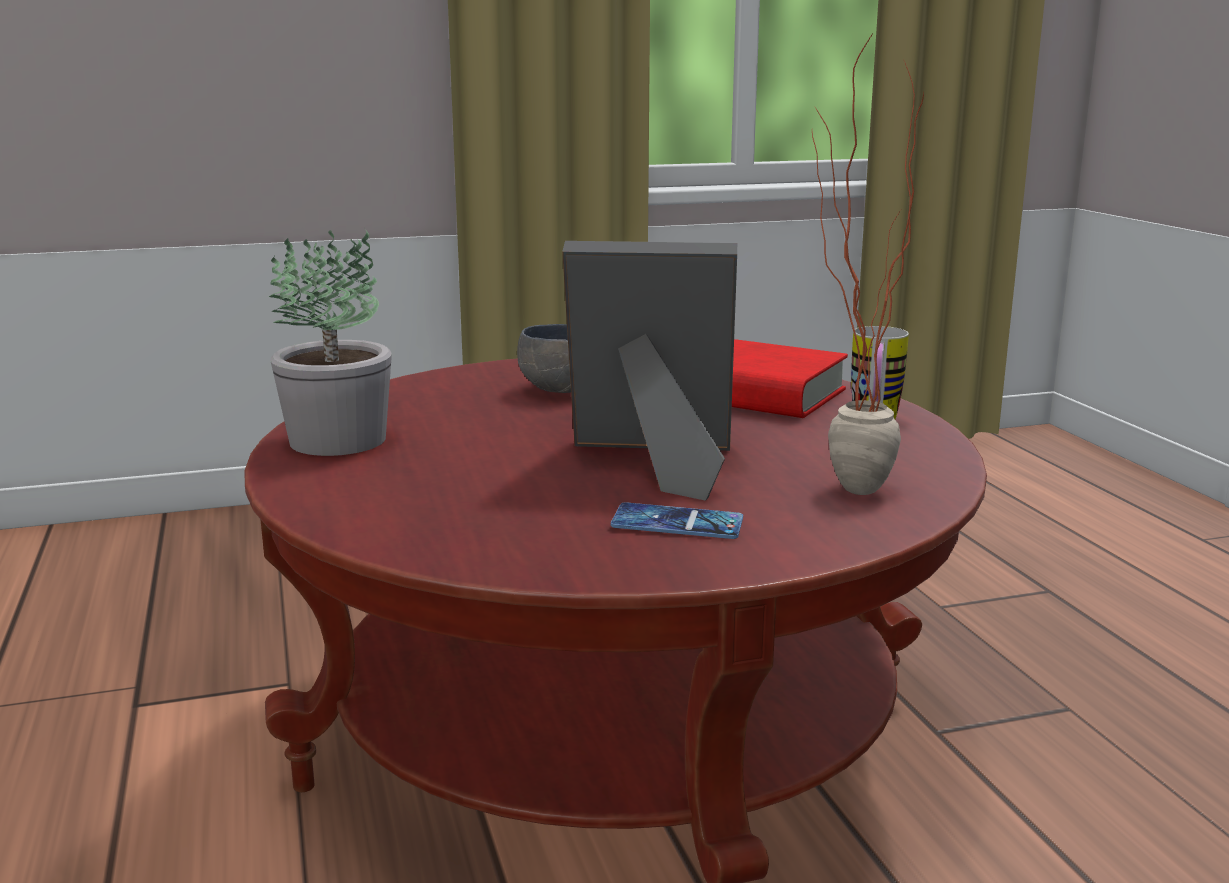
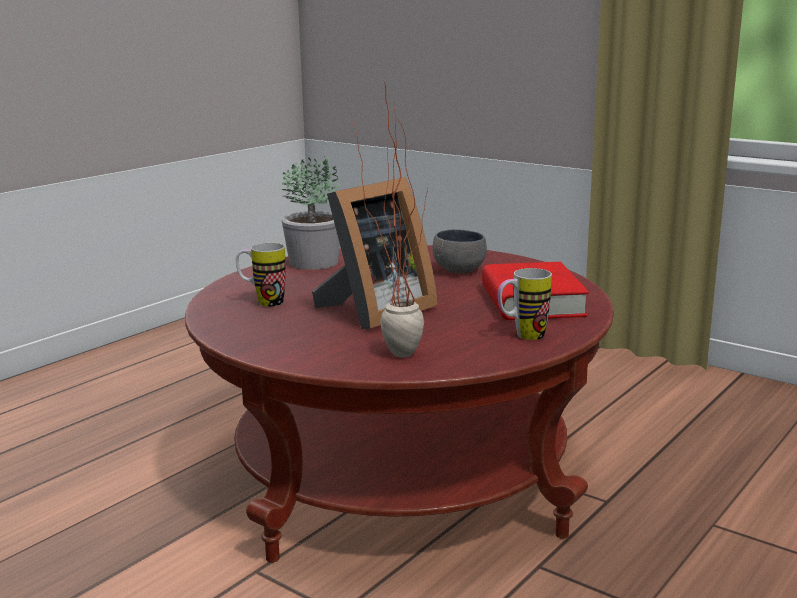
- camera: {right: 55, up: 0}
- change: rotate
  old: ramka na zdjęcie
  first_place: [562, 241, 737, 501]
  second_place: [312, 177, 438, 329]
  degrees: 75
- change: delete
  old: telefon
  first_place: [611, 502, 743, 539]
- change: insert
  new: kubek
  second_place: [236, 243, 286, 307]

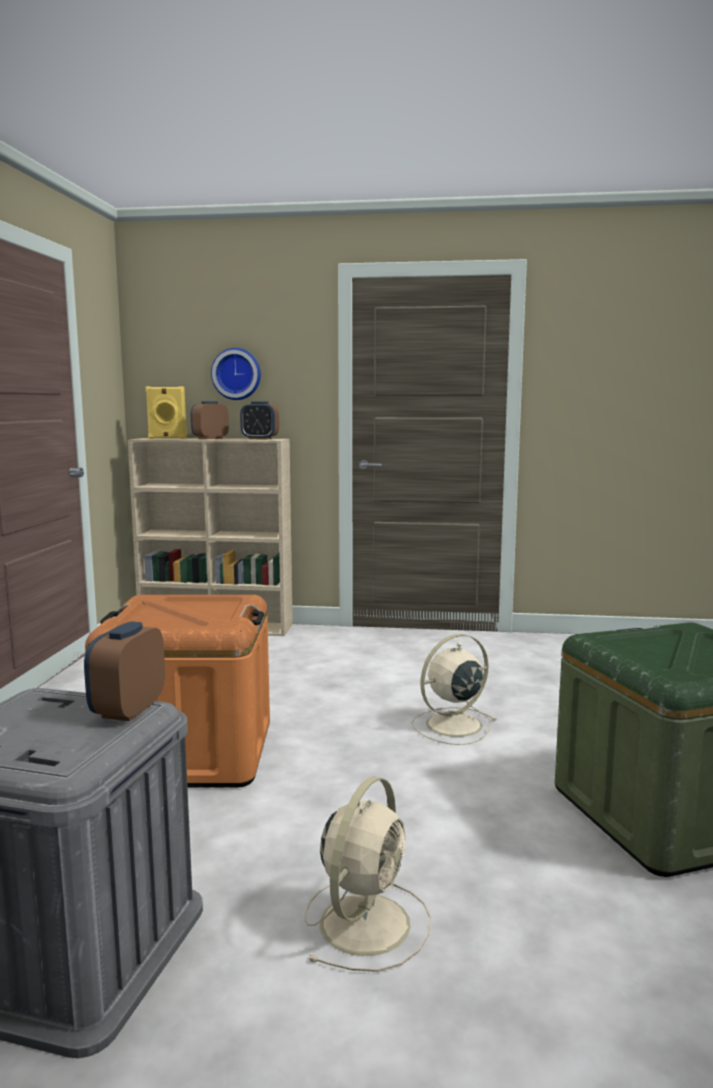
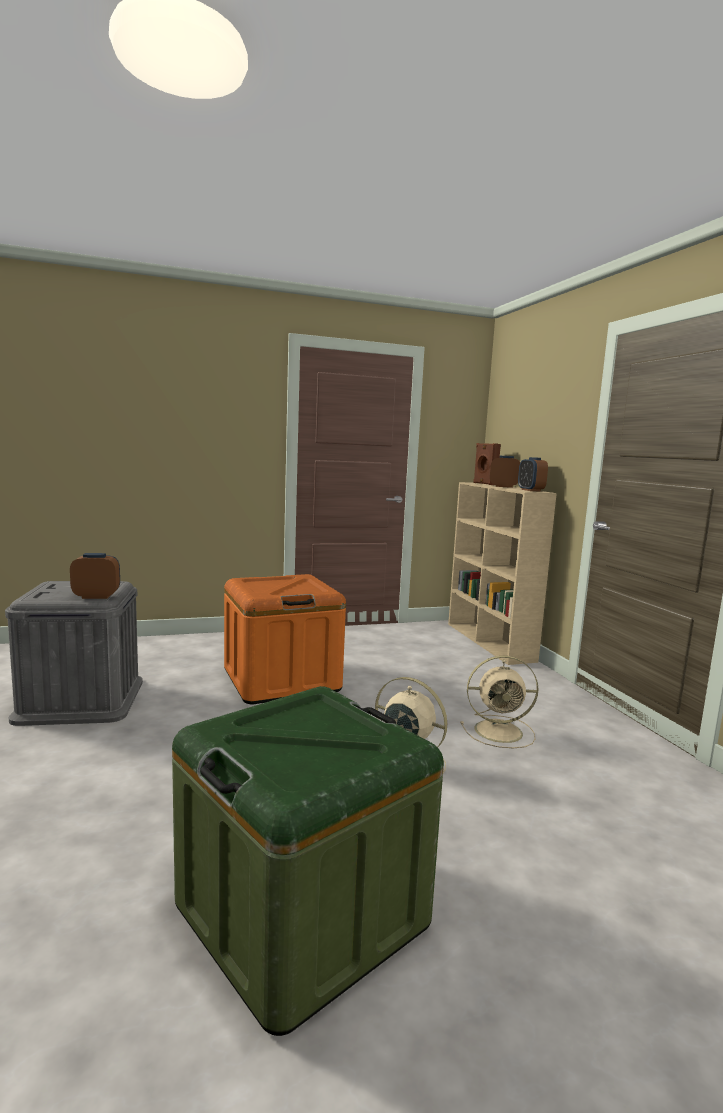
- camera: {right: 65, up: 0}
- change: recolor
  old: głośnik (żółty)
  new: głośnik (brązowy)
  first_place: [146, 386, 187, 439]
  second_place: [473, 443, 501, 485]
- change: delete
  old: zegar ścienny
  first_place: [211, 348, 261, 400]
- change: move
  old: wentylator (beżowy)
  first_place: [305, 776, 431, 972]
  second_place: [460, 656, 538, 748]

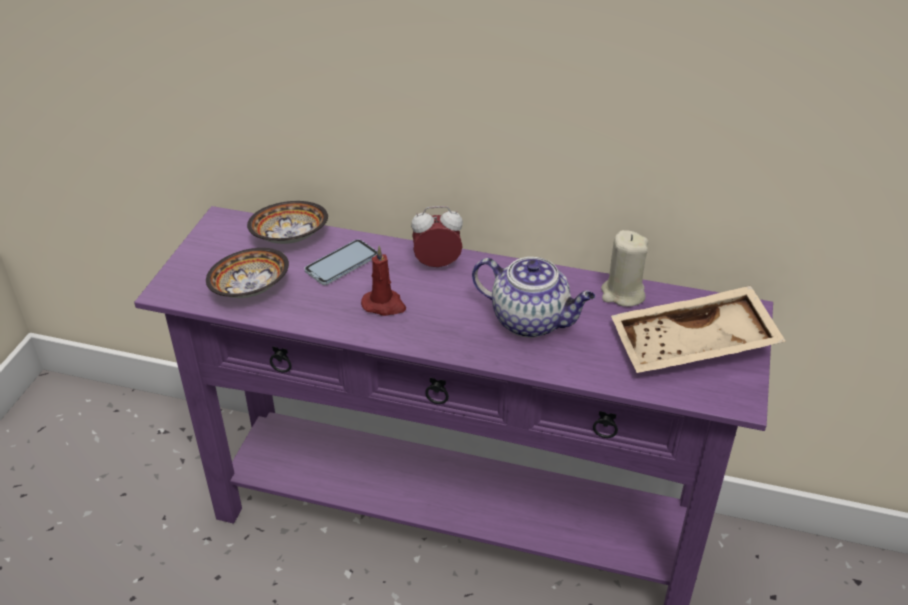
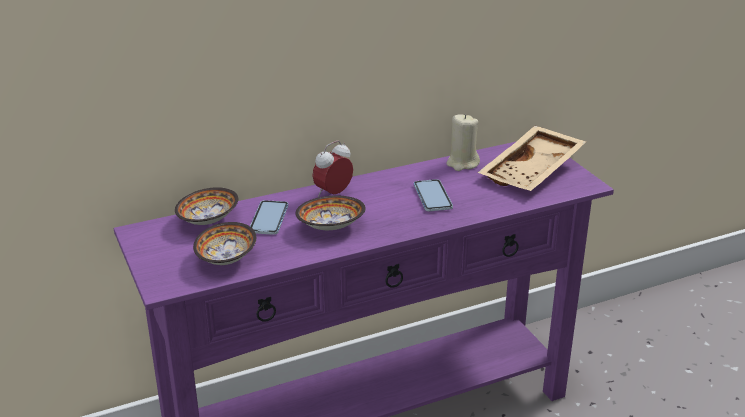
- camera: {right: -40, up: -10}
- change: replace
  old: świeca (czerwony)
  new: miska
  first_place: [361, 246, 406, 316]
  second_place: [295, 196, 366, 230]
- change: replace
  old: imbryk
  new: telefon
  first_place: [472, 257, 595, 338]
  second_place: [414, 179, 453, 211]

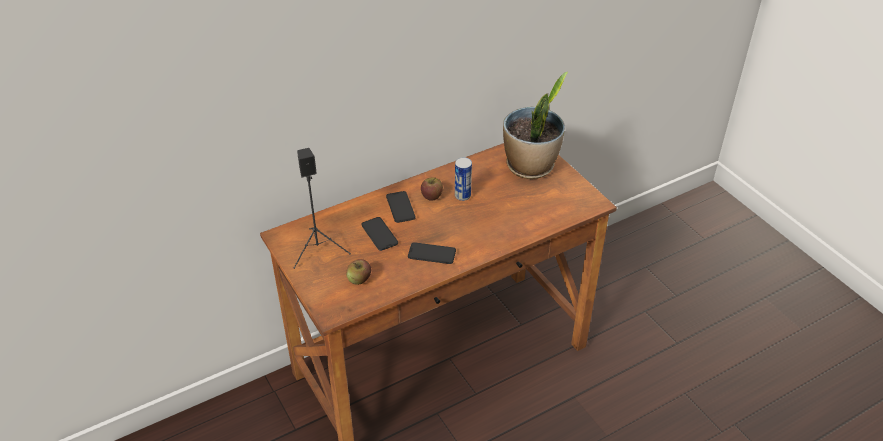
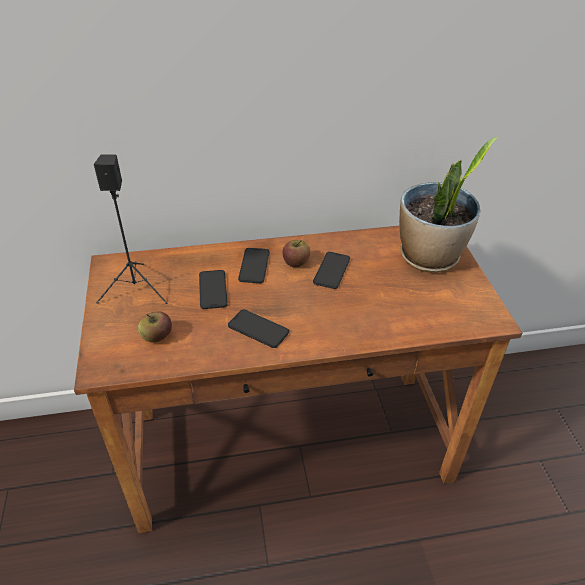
- camera: {right: 20, up: 0}
- change: replace
  old: puszka
  new: telefon
  first_place: [455, 157, 472, 201]
  second_place: [313, 252, 350, 289]

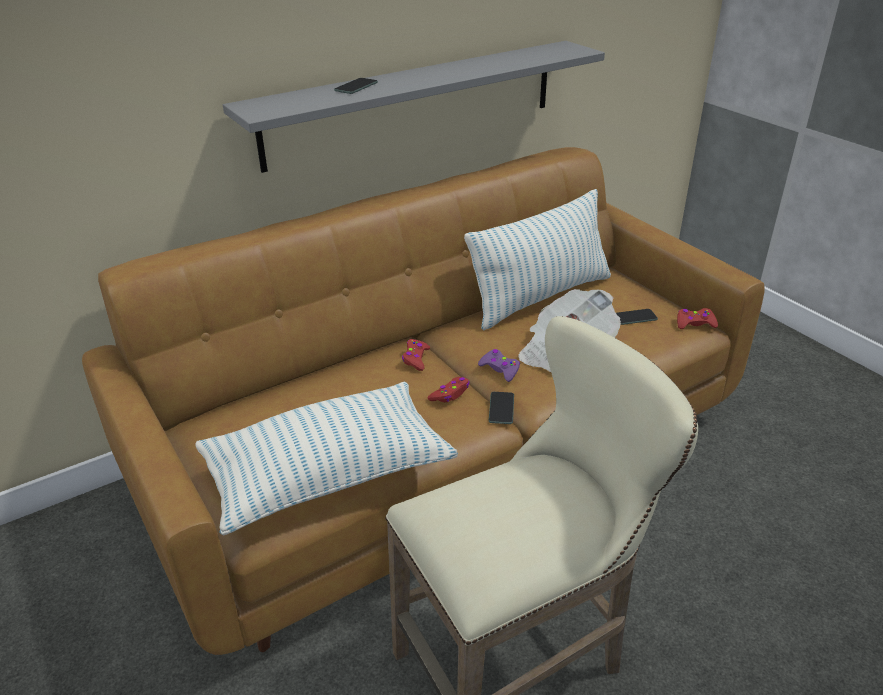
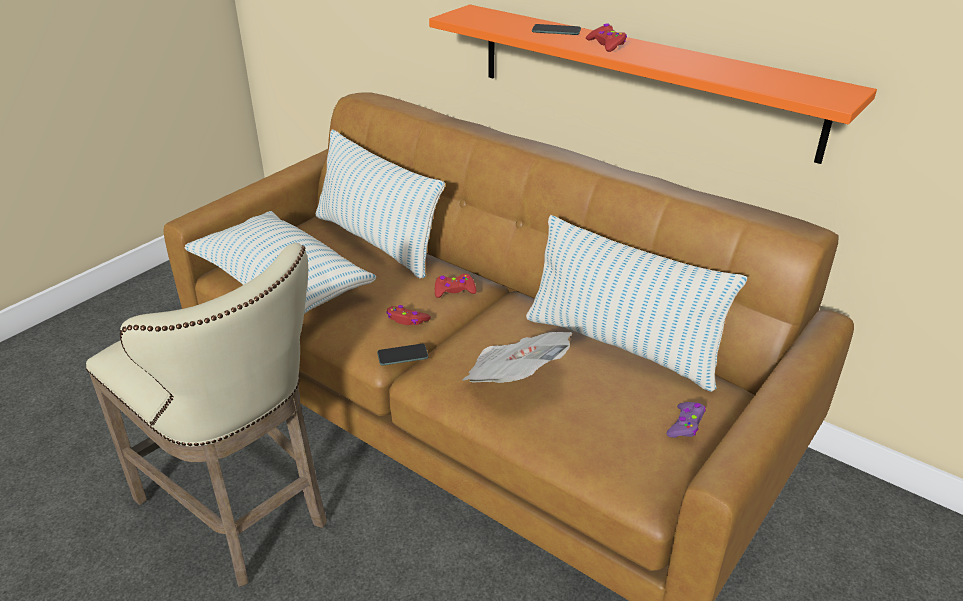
- camera: {right: 70, up: 0}
- change: recolor
  old: półka (szary)
  new: półka (pomarańczowy)
  first_place: [223, 41, 605, 173]
  second_place: [429, 5, 877, 164]
- change: move
  old: pad do gier (fioletowy)
  first_place: [478, 349, 520, 382]
  second_place: [667, 402, 705, 438]
- change: delete
  old: telefon
  first_place: [616, 309, 658, 325]
- change: move
  old: pad do gier (czerwony)
  first_place: [677, 308, 718, 329]
  second_place: [586, 23, 627, 52]
- change: insert
  new: poduszka
  second_place: [315, 129, 445, 279]

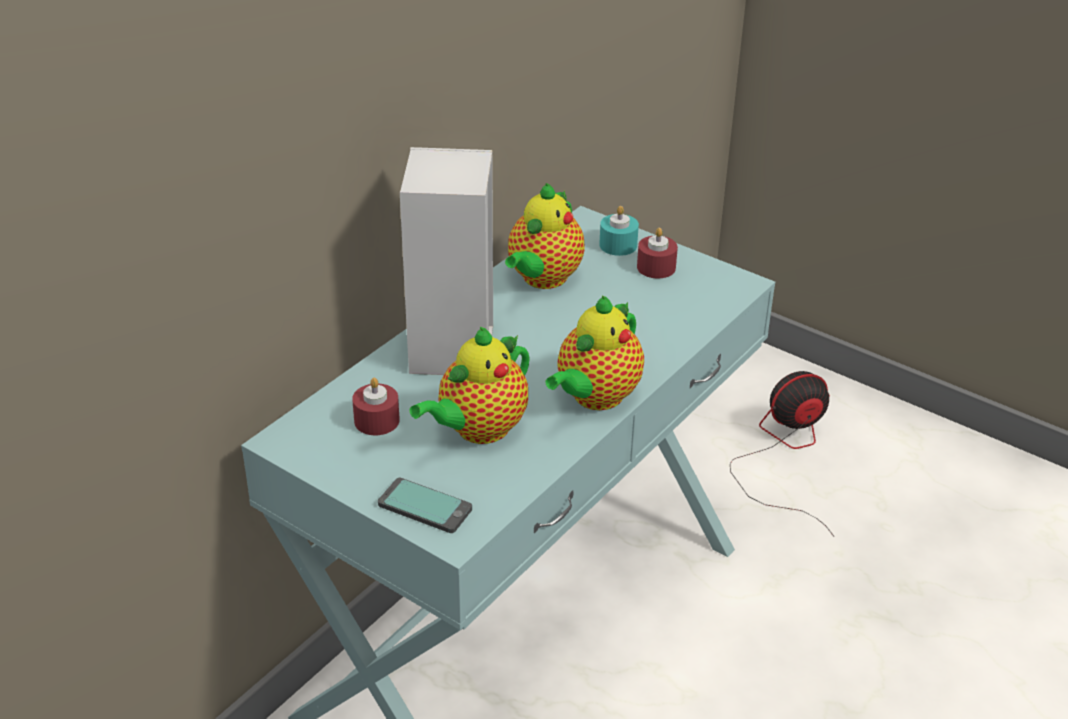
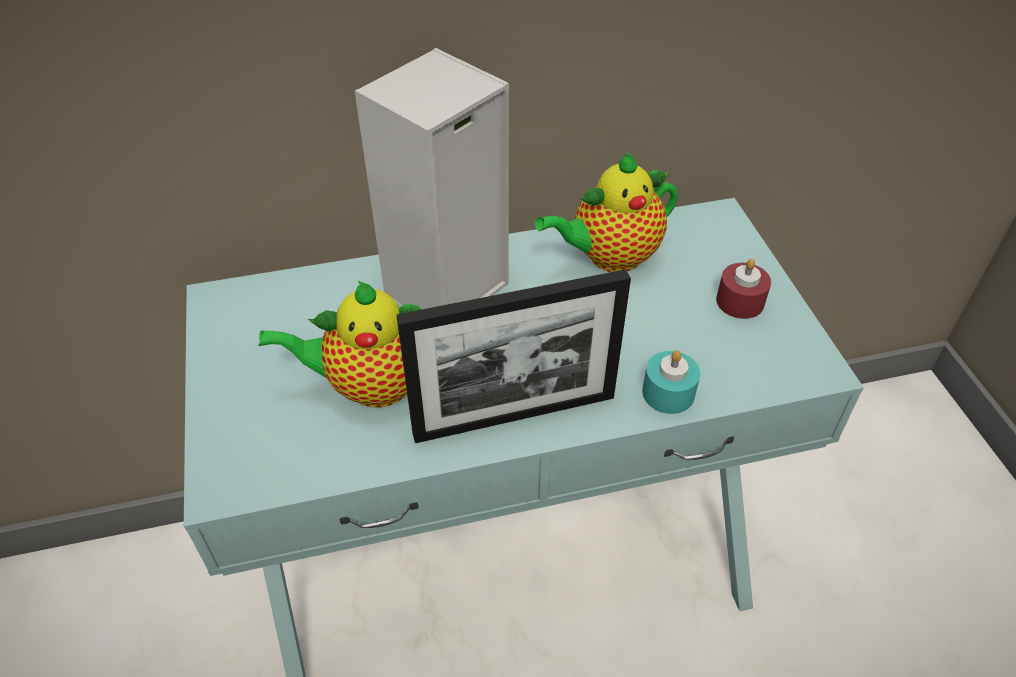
- camera: {right: 40, up: 10}
- change: delete
  old: świeca (czerwony)
  first_place: [352, 378, 400, 435]
- change: delete
  old: telefon
  first_place: [378, 478, 472, 533]
- change: replace
  old: imbryk
  new: ramka na zdjęcie
  first_place: [545, 296, 644, 410]
  second_place: [397, 269, 631, 443]
- change: move
  old: świeca (turkusowy)
  first_place: [599, 206, 639, 256]
  second_place: [642, 350, 700, 414]
- change: delete
  old: wentylator
  first_place: [730, 371, 834, 536]

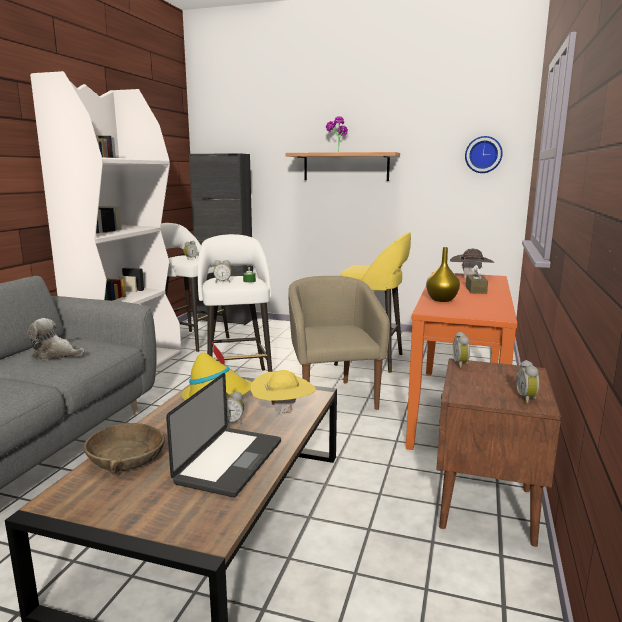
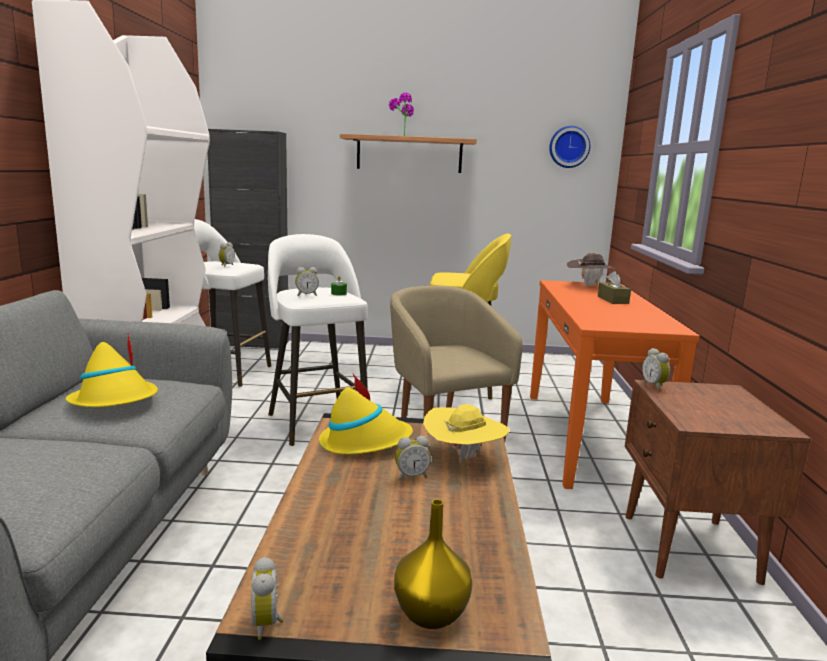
- camera: {right: -15, up: 0}
- change: replace
  old: pluszak
  new: kapelusz (żółty)
  first_place: [27, 318, 84, 360]
  second_place: [65, 333, 158, 407]
- change: delete
  old: miska (brązowy)
  first_place: [84, 423, 165, 475]
- change: delete
  old: laptop
  first_place: [166, 373, 281, 497]
- change: move
  old: wazon (żółty)
  first_place: [426, 247, 460, 302]
  second_place: [394, 499, 472, 629]
- change: move
  old: budzik
  first_place: [516, 360, 539, 404]
  second_place: [251, 556, 284, 640]

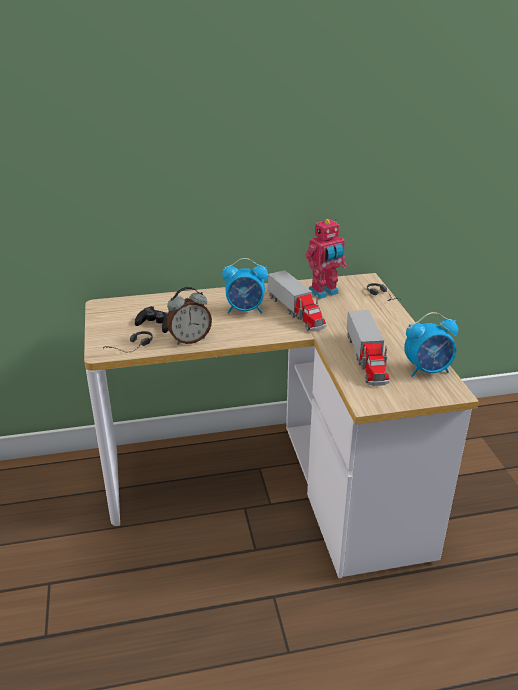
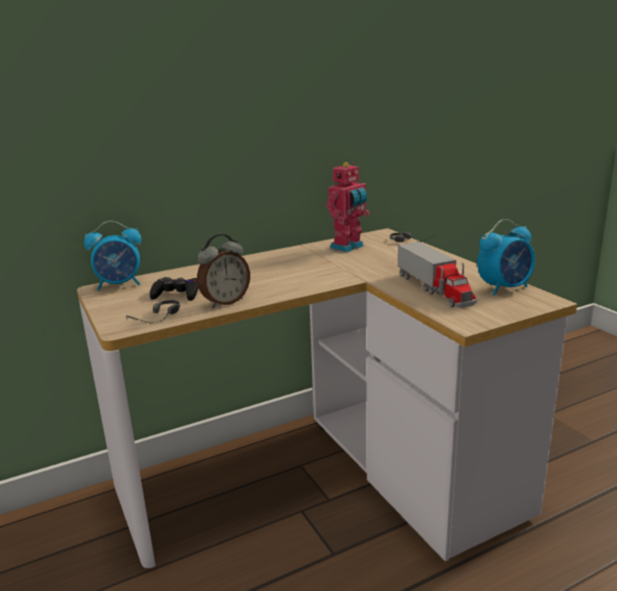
- camera: {right: -15, up: -10}
- change: move
  old: budzik
  first_place: [222, 258, 268, 314]
  second_place: [84, 221, 141, 291]
- change: delete
  old: ciężarówka zabawkowa
  first_place: [268, 270, 327, 332]

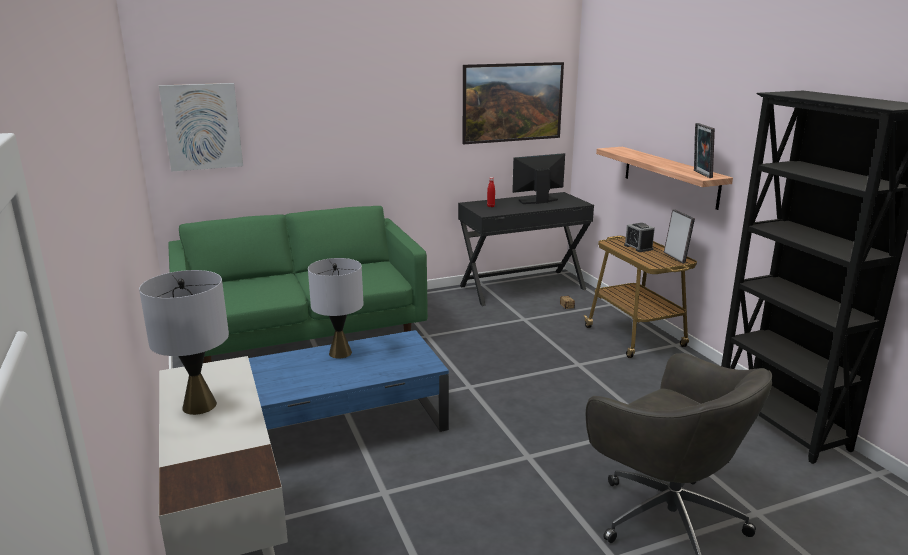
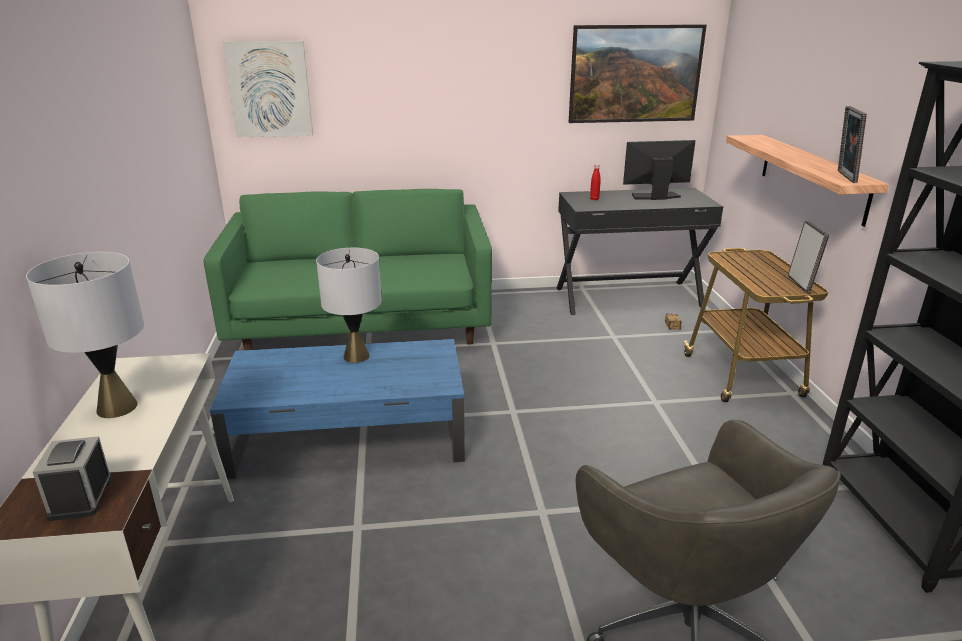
- camera: {right: 15, up: 5}
- change: move
  old: budzik
  first_place: [624, 223, 655, 252]
  second_place: [33, 436, 112, 521]

